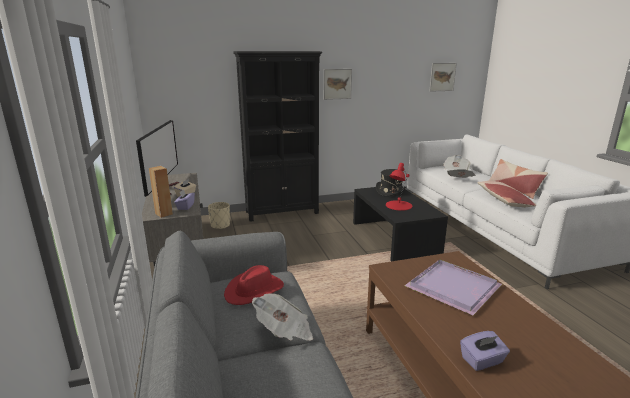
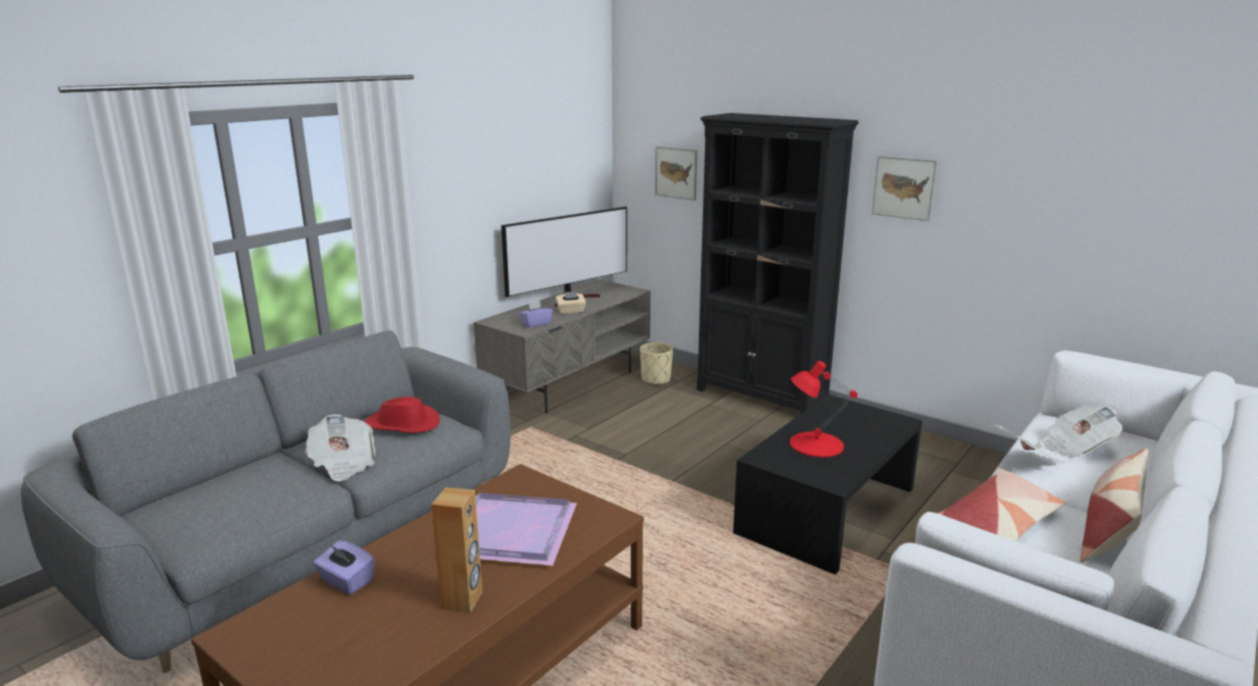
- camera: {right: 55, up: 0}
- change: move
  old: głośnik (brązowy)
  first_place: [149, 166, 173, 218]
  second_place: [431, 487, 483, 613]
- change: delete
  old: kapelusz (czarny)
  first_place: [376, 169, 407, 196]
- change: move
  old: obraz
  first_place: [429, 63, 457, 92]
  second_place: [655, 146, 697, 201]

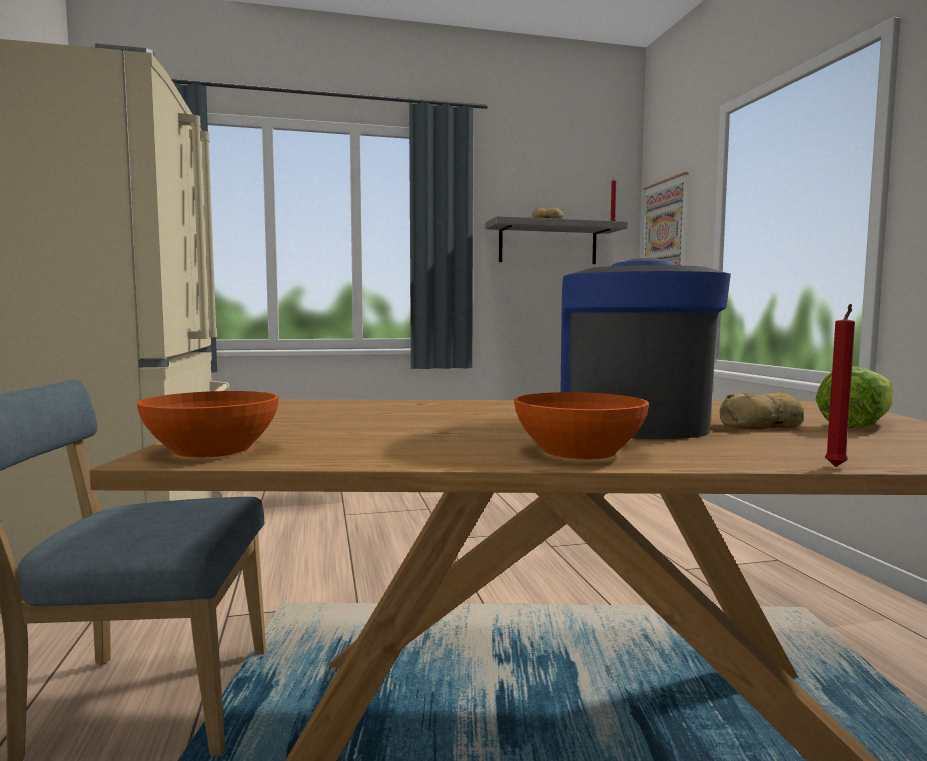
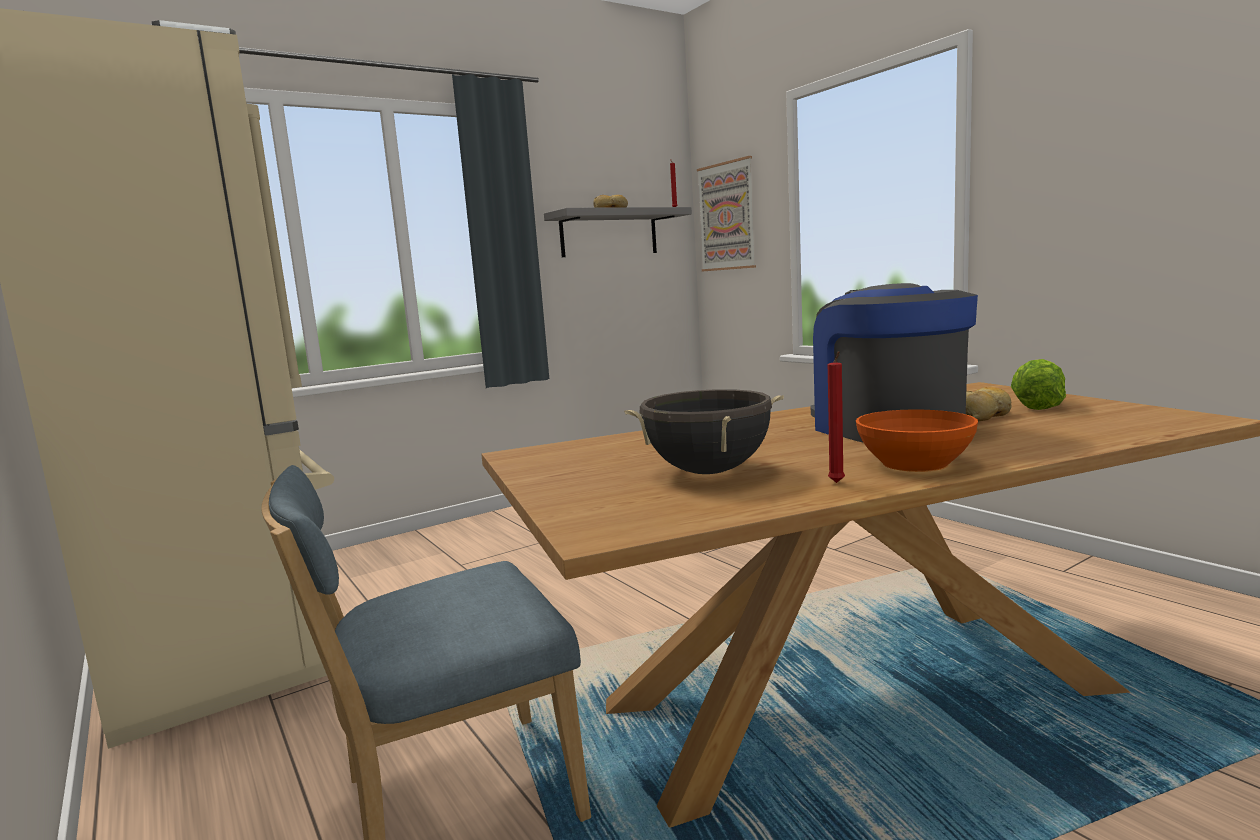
- camera: {right: -20, up: 5}
- change: delete
  old: miska (pomarańczowy)
  first_place: [137, 391, 279, 458]
- change: move
  old: świeca (czerwony)
  first_place: [825, 304, 855, 467]
  second_place: [828, 351, 845, 483]
- change: insert
  new: garnek (czarny)
  second_place: [624, 389, 784, 474]

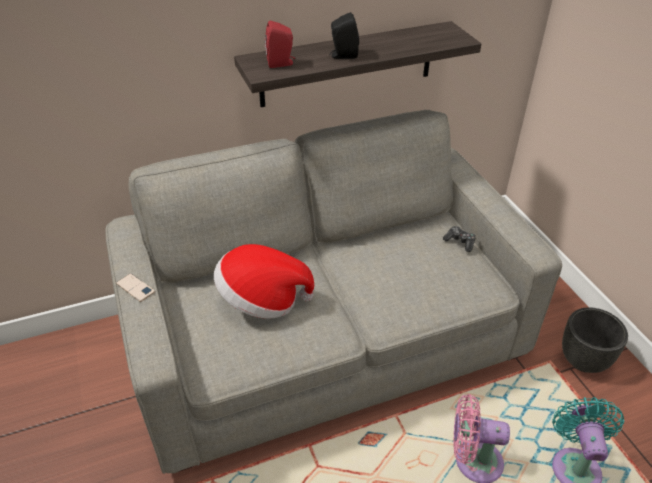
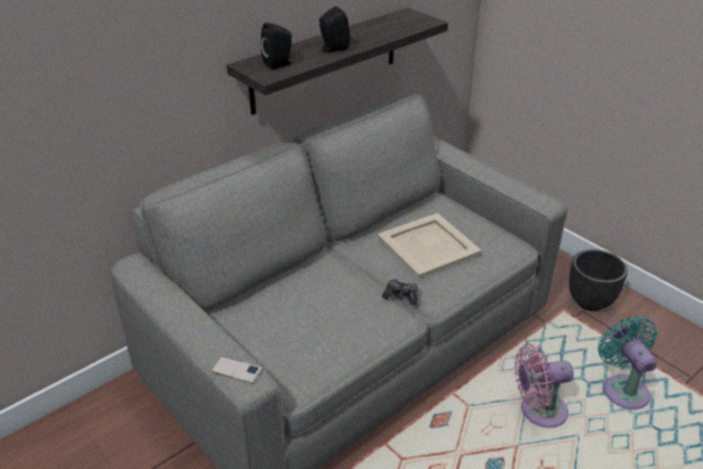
- camera: {right: -20, up: -5}
- change: move
  old: telefon
  first_place: [116, 273, 155, 302]
  second_place: [211, 356, 262, 384]
- change: delete
  old: kapelusz
  first_place: [214, 244, 314, 319]
- change: recolor
  old: głośnik (czerwony)
  new: głośnik (czarny)
  first_place: [265, 20, 295, 68]
  second_place: [261, 23, 292, 70]
- change: move
  old: pad do gier
  first_place: [443, 226, 476, 252]
  second_place: [382, 279, 418, 305]
- change: insert
  new: taca (beżowy)
  second_place: [377, 213, 482, 278]

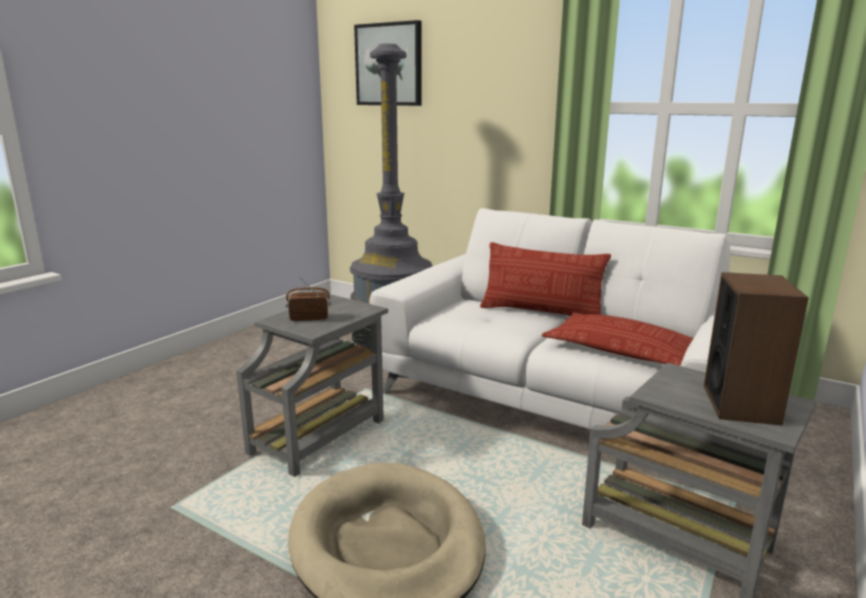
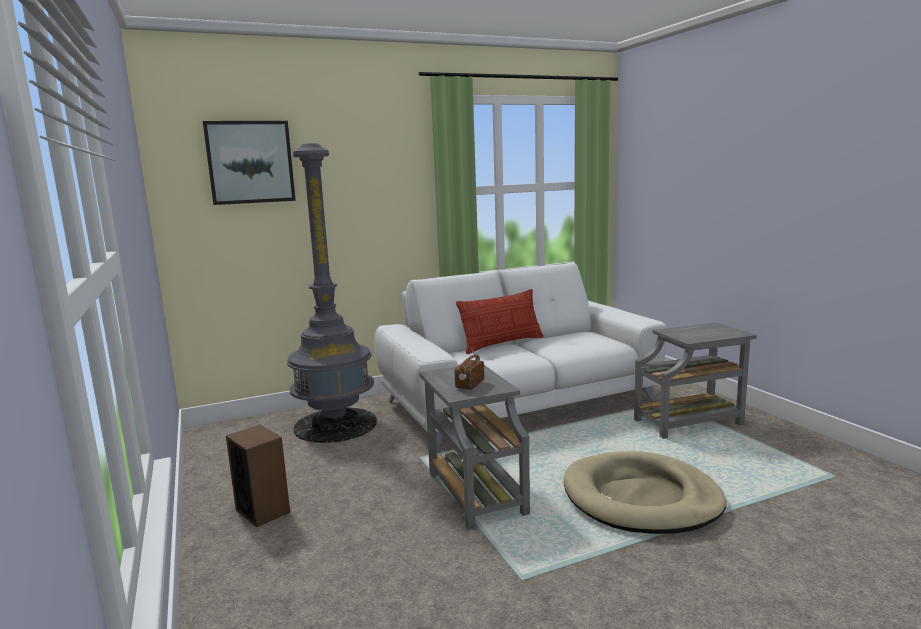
- camera: {right: -55, up: -5}
- change: delete
  old: poduszka
  first_place: [542, 313, 693, 366]
- change: move
  old: głośnik
  first_place: [704, 272, 809, 425]
  second_place: [226, 425, 290, 528]

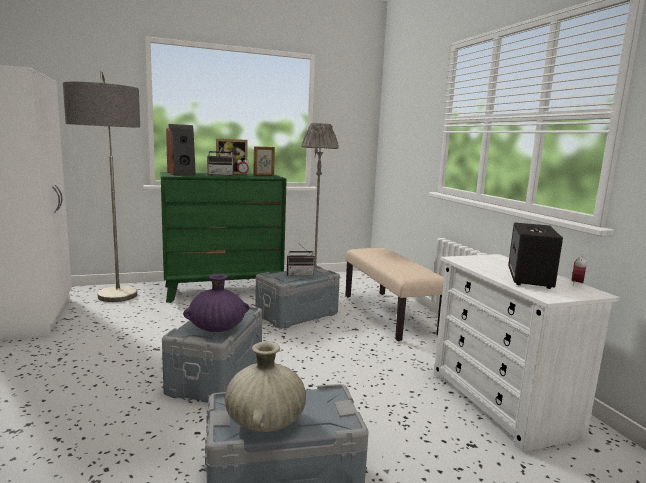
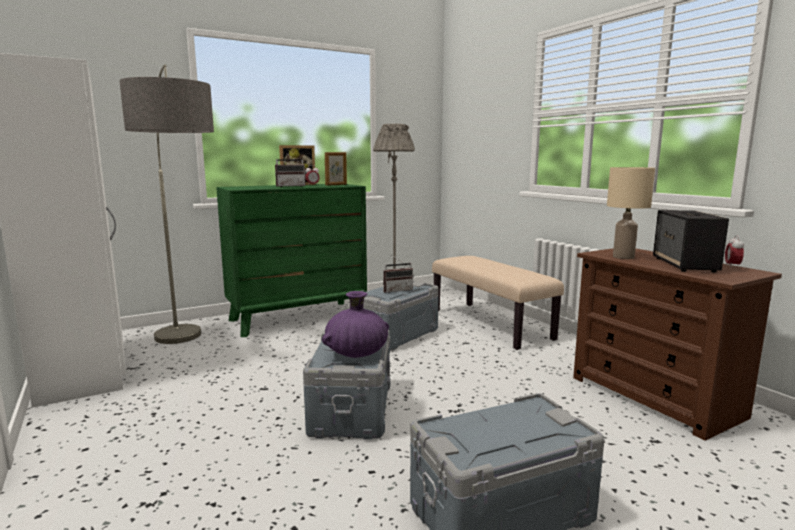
- camera: {right: -10, up: 0}
- change: delete
  old: głośnik
  first_place: [166, 124, 196, 176]
- change: delete
  old: wazon (beżowy)
  first_place: [225, 342, 306, 432]
- change: recolor
  old: komoda (biały)
  new: komoda (brązowy)
  first_place: [434, 254, 620, 452]
  second_place: [573, 248, 782, 441]
- change: insert
  new: lampa stołowa (beżowy)
  second_place: [607, 167, 655, 259]

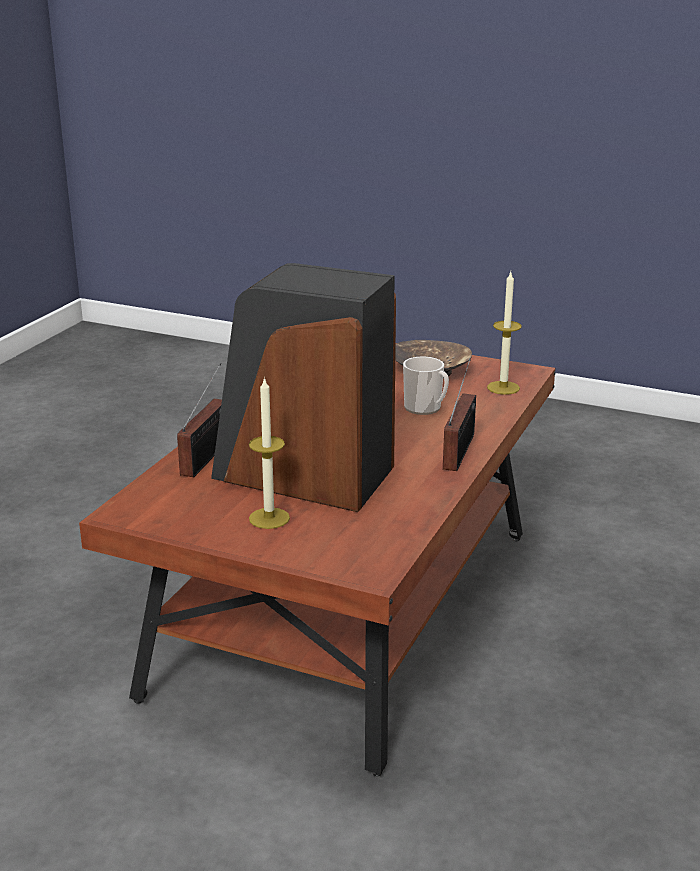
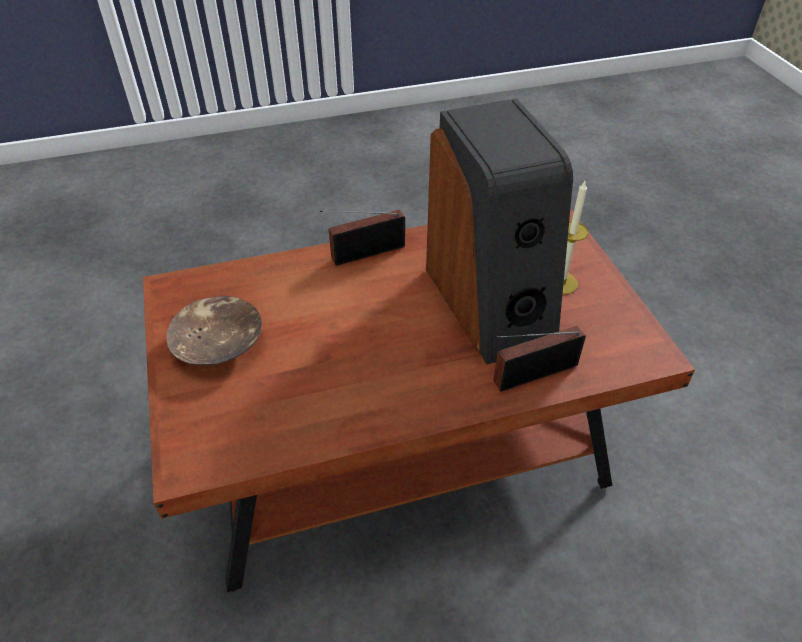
- camera: {right: -130, up: 20}
- change: delete
  old: kubek
  first_place: [403, 357, 449, 415]
- change: delete
  old: świeca
  first_place: [487, 272, 522, 395]

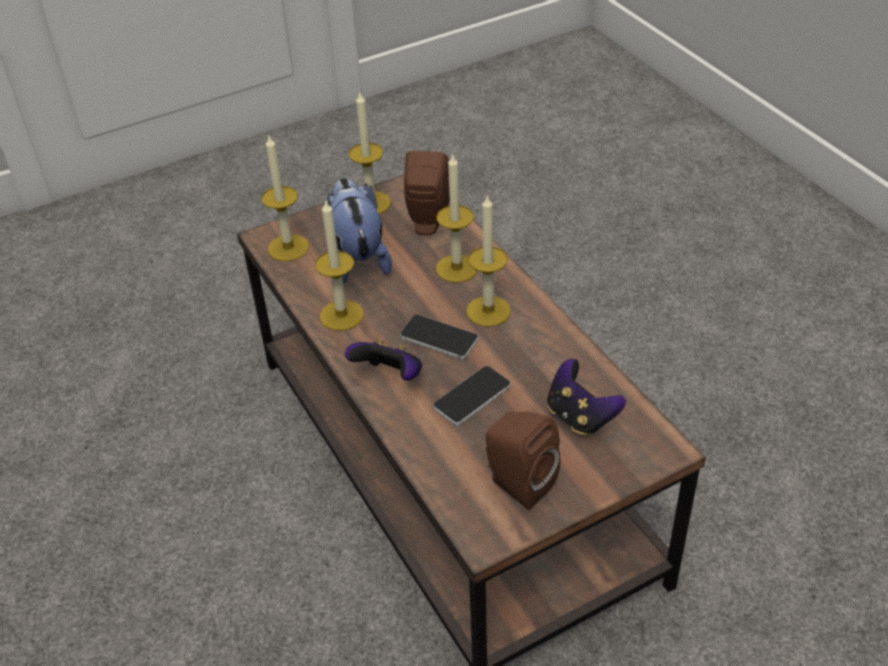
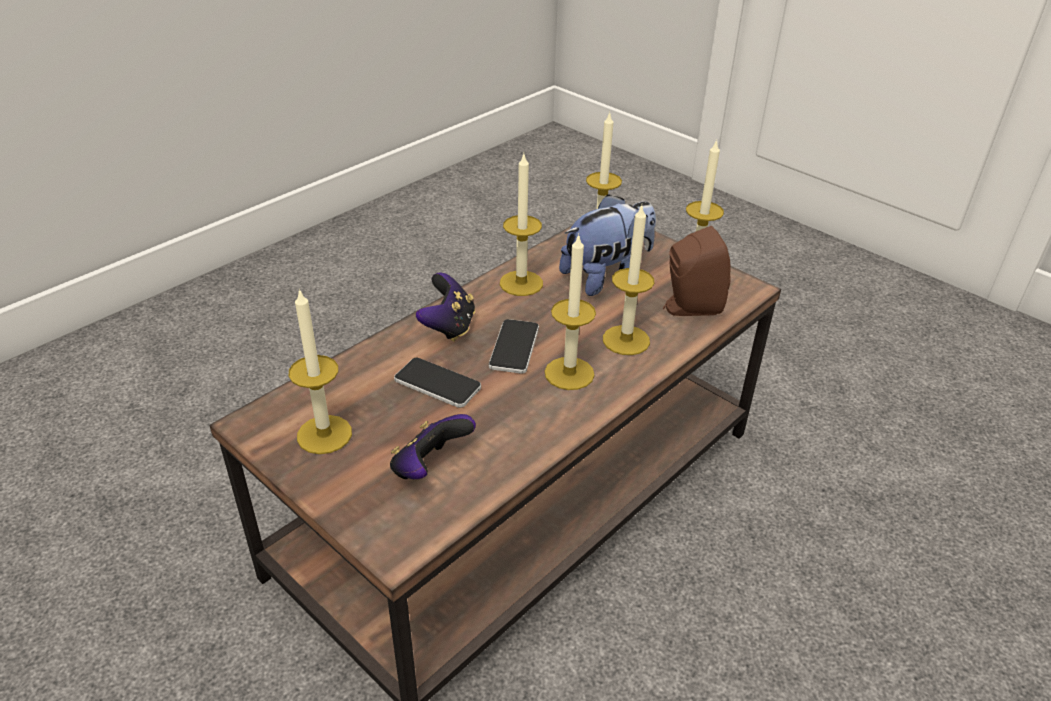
- camera: {right: 70, up: -5}
- change: replace
  old: głośnik (brązowy)
  new: świeca
  first_place: [486, 411, 560, 510]
  second_place: [289, 288, 352, 454]

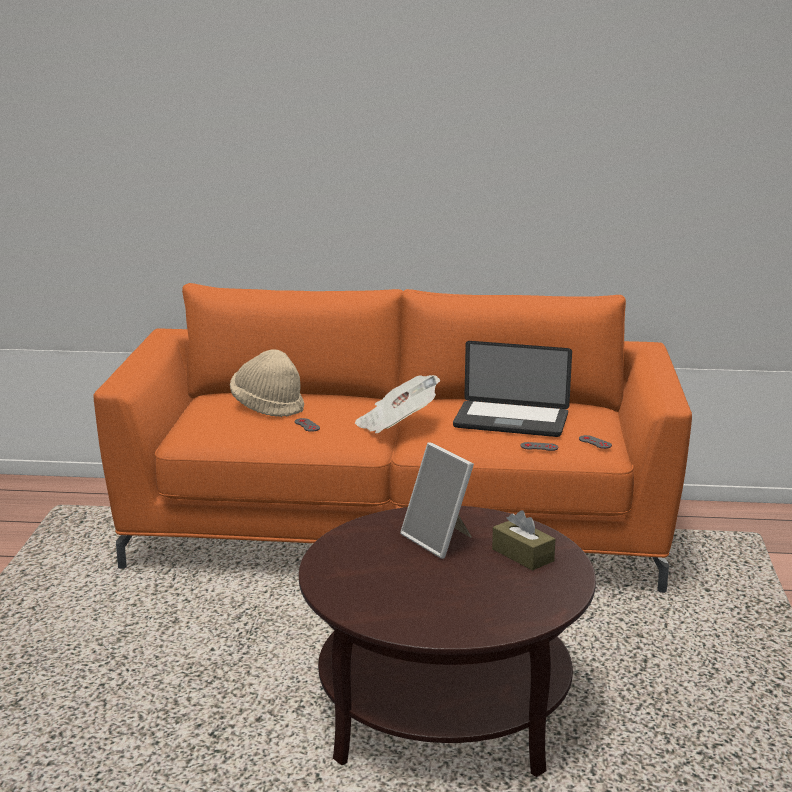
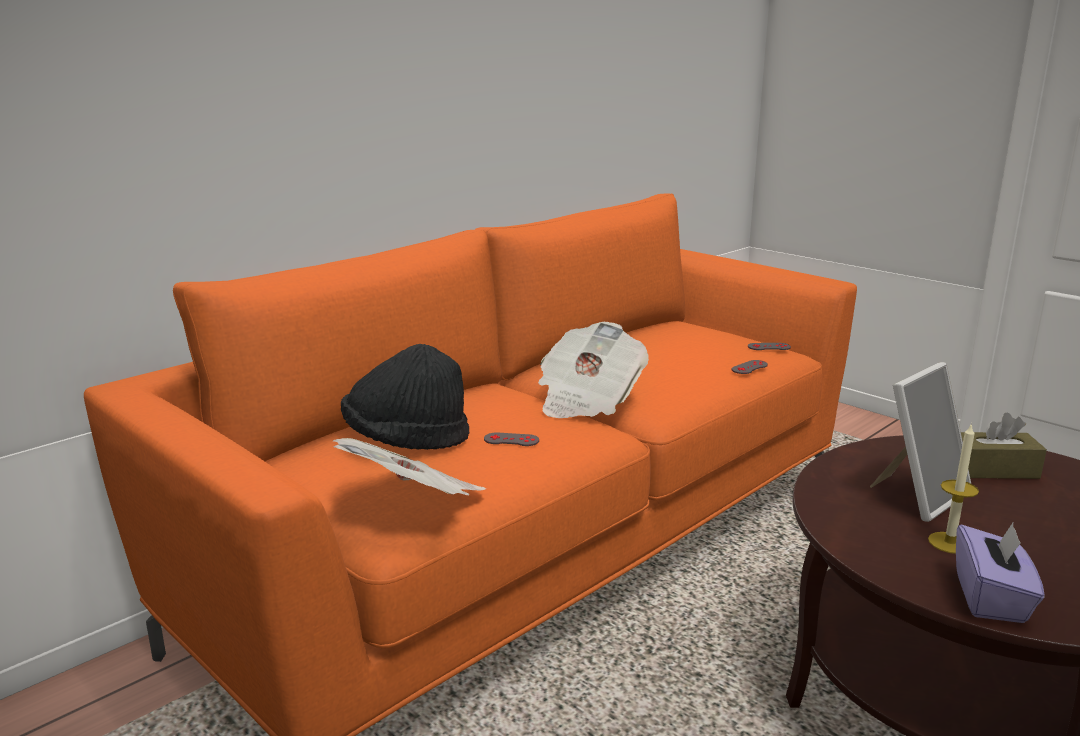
- camera: {right: -50, up: 0}
- change: recolor
  old: kapelusz (beżowy)
  new: kapelusz (czarny)
  first_place: [230, 349, 304, 417]
  second_place: [341, 344, 469, 450]
- change: rotate
  old: ramka na zdjęcie
  first_place: [400, 442, 474, 559]
  second_place: [870, 362, 971, 522]
  degrees: -45
- change: delete
  old: laptop
  first_place: [453, 341, 572, 437]
- change: insert
  new: gazeta
  second_place: [333, 438, 486, 495]
- change: insert
  new: świeca
  second_place: [928, 423, 979, 554]
- change: insert
  new: pudełko chusteczek (fioletowy)
  second_place: [956, 523, 1045, 623]

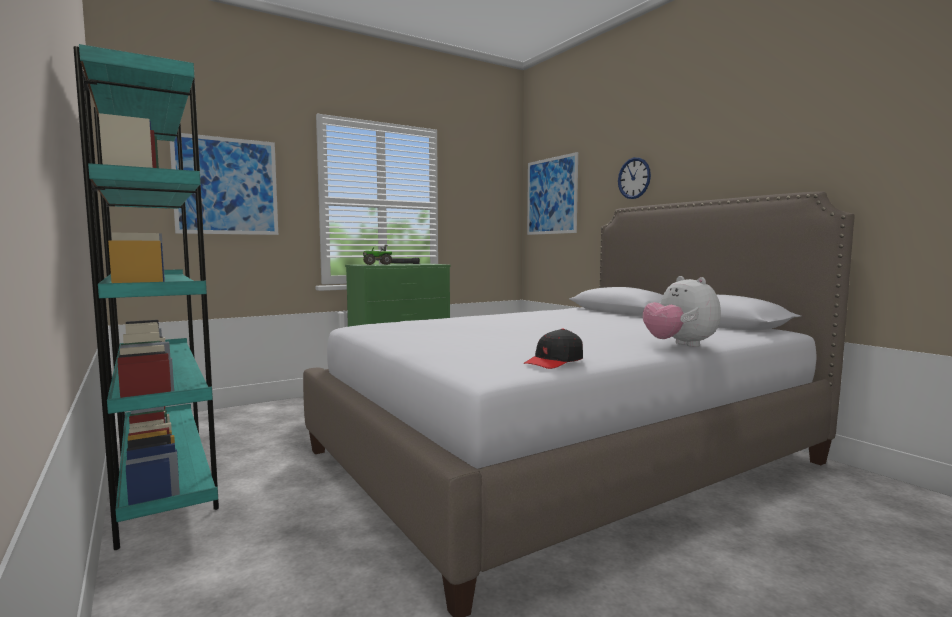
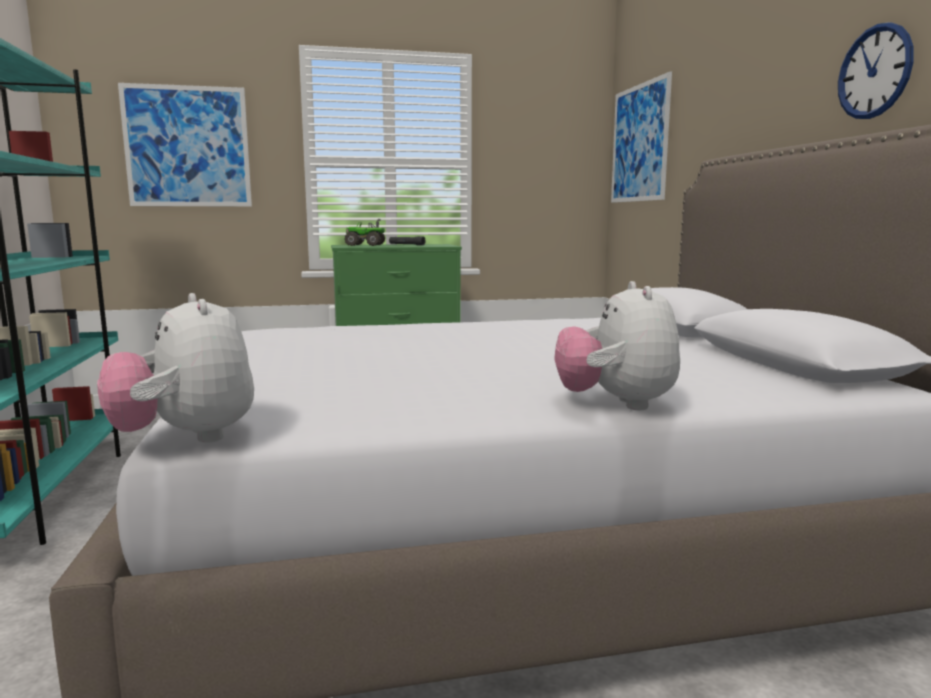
- camera: {right: 20, up: 5}
- change: delete
  old: czapka z daszkiem (czarny)
  first_place: [523, 328, 583, 369]
- change: move
  old: zegar ścienny
  first_place: [618, 157, 651, 199]
  second_place: [838, 22, 914, 119]
- change: insert
  new: pluszak
  second_place: [97, 293, 254, 443]

